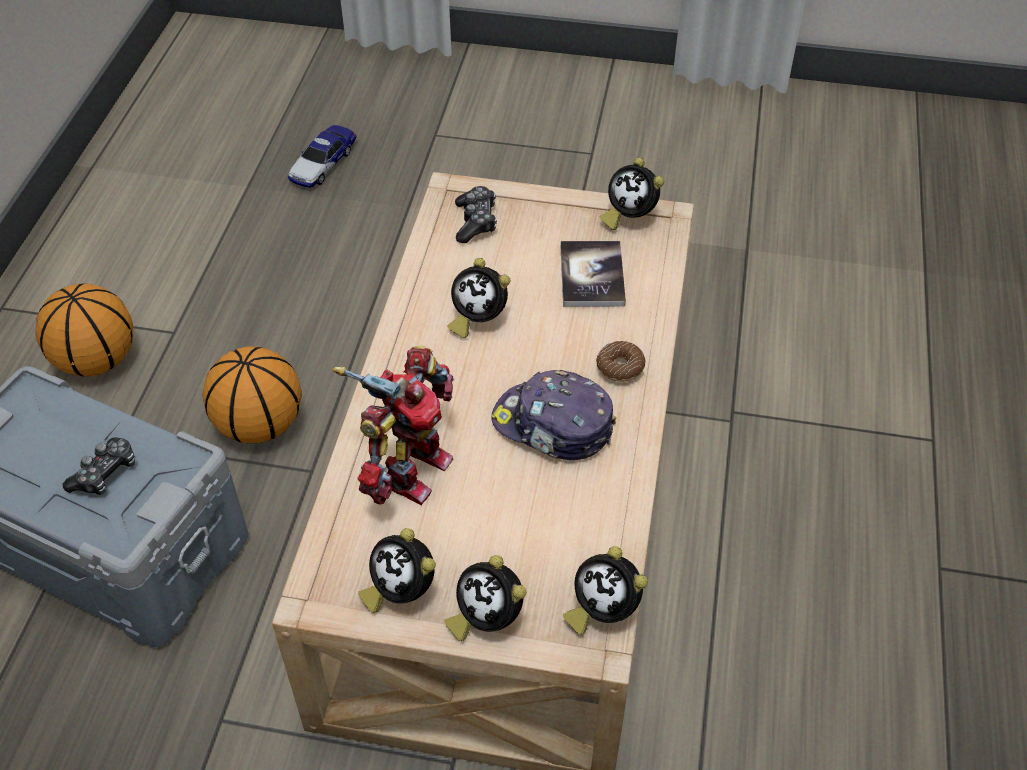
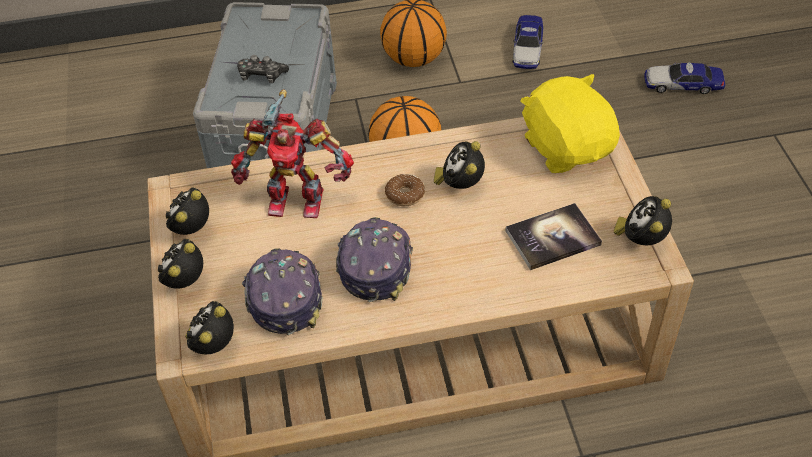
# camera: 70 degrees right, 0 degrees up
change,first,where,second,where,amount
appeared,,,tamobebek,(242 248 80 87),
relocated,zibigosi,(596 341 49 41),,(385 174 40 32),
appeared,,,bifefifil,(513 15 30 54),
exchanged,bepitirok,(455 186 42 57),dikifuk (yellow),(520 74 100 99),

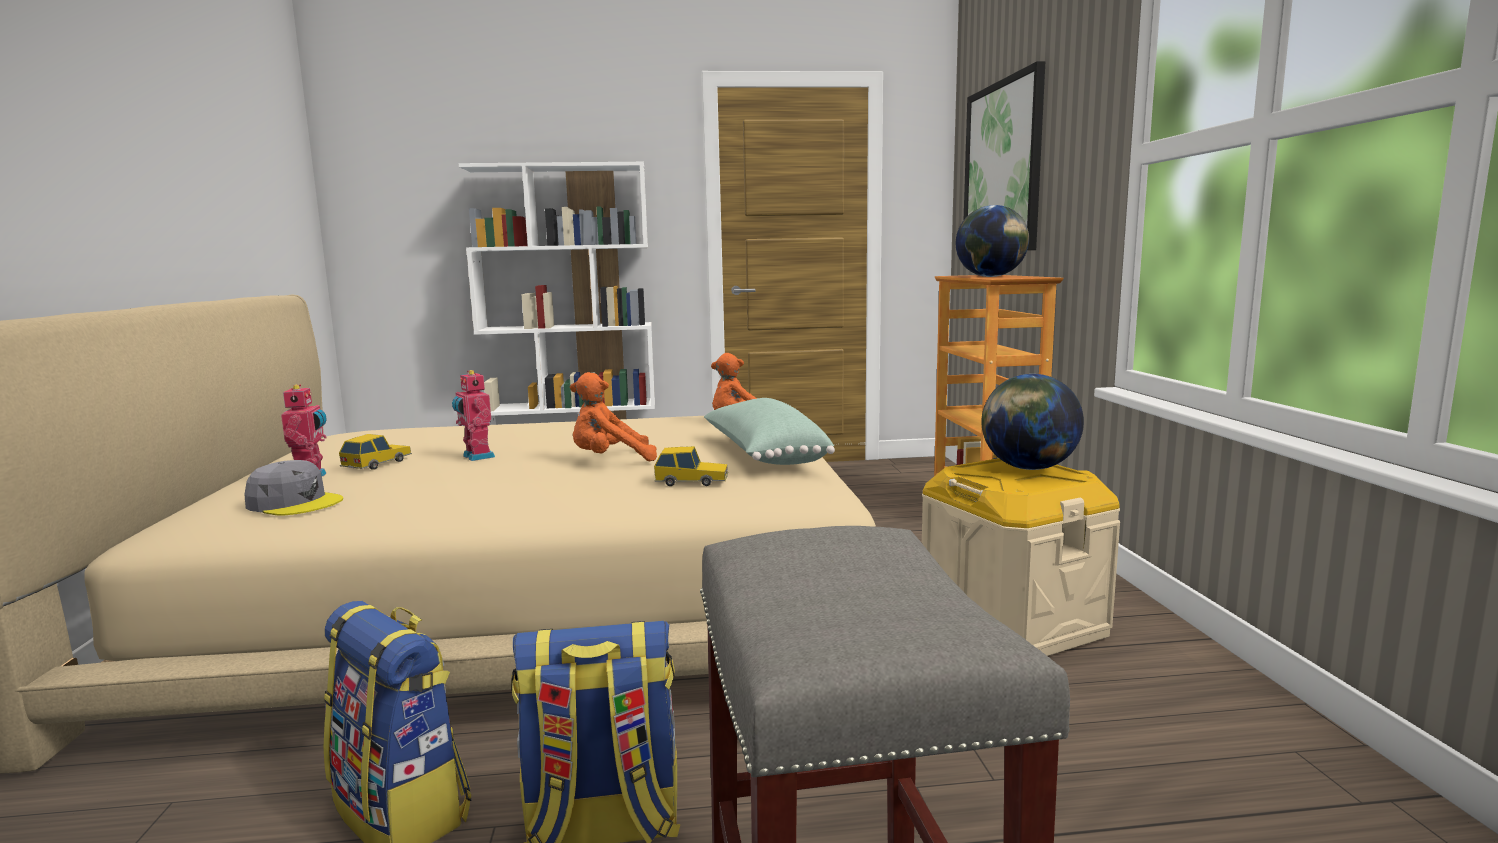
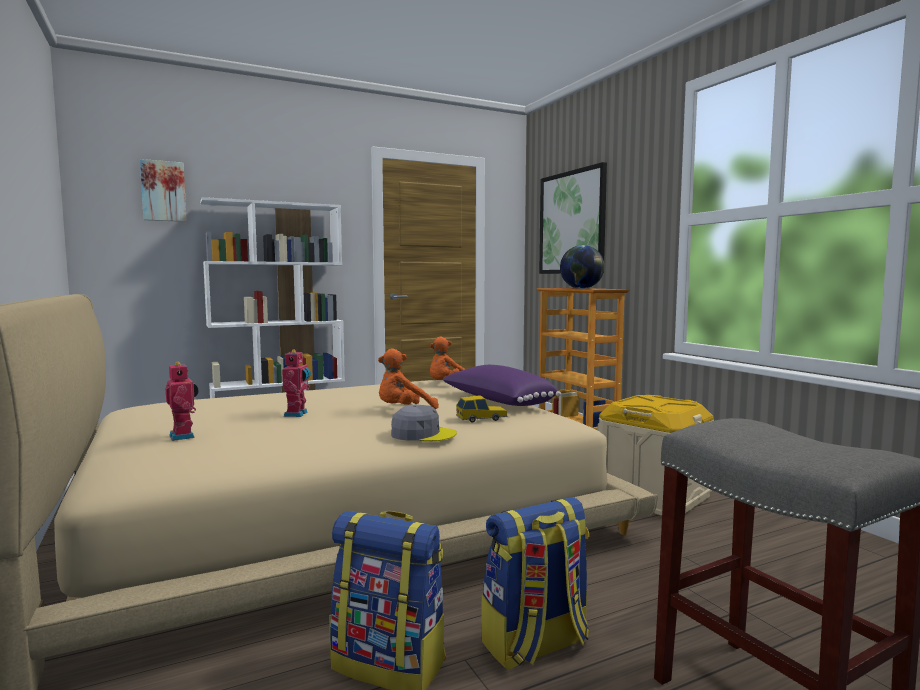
# camera: 20 degrees left, 5 degrees down
change,first,where,second,where,amount
appeared,,,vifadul,(140 159 47 63),
spun,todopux,(452 370 43 91),,(282 350 29 67),120 degrees counterclockwise
relocated,tamobebek (grey),(244 460 99 56),,(391 405 66 36),
colour,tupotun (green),(704 398 131 67),tupotun (purple),(442 365 119 41),
missing,bifefifil,(339 434 73 36),,,
missing,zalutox,(981 374 103 96),,,

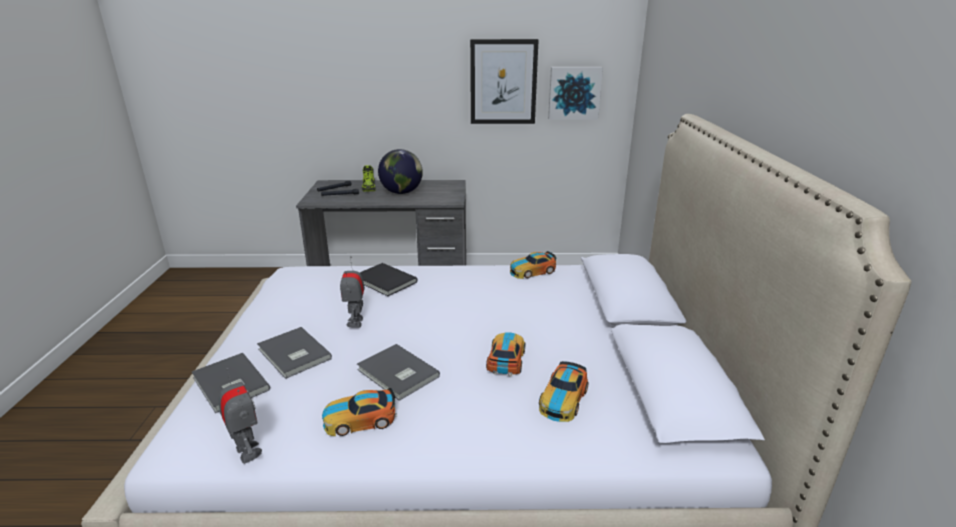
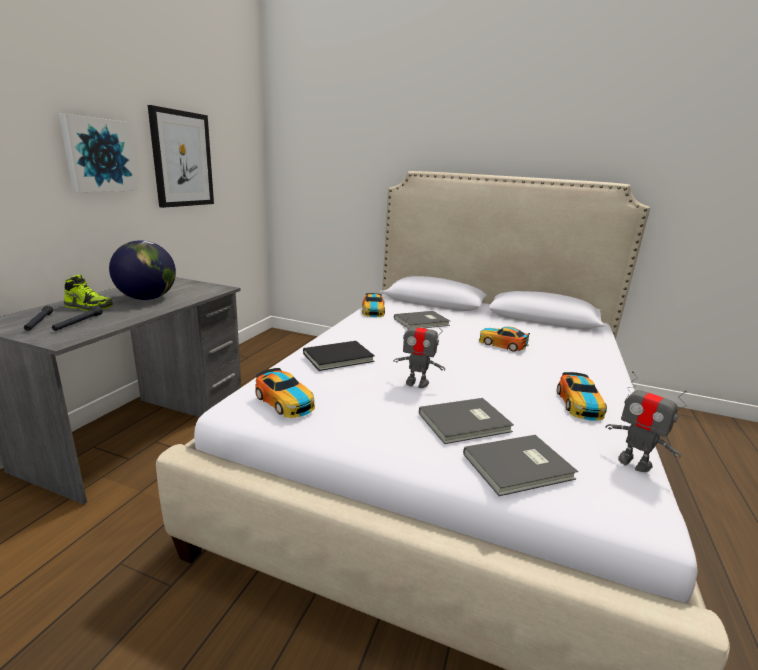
# camera: 70 degrees left, 5 degrees down
change,first,where,second,where,amount
relocated,vifadul,(548 67 55 53),,(59 114 79 78),
relocated,bifefifil,(539 361 50 61),,(255 368 60 50),
relocated,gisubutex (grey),(357 344 83 57),,(394 311 56 17),
spun,todopux,(219 368 43 96),,(605 371 82 101),120 degrees counterclockwise

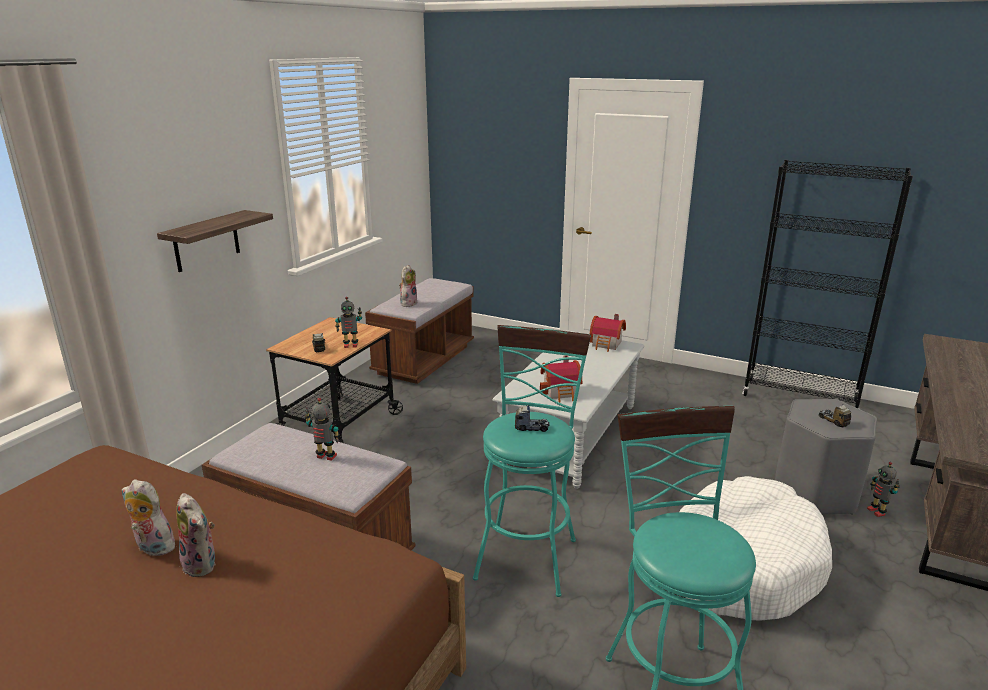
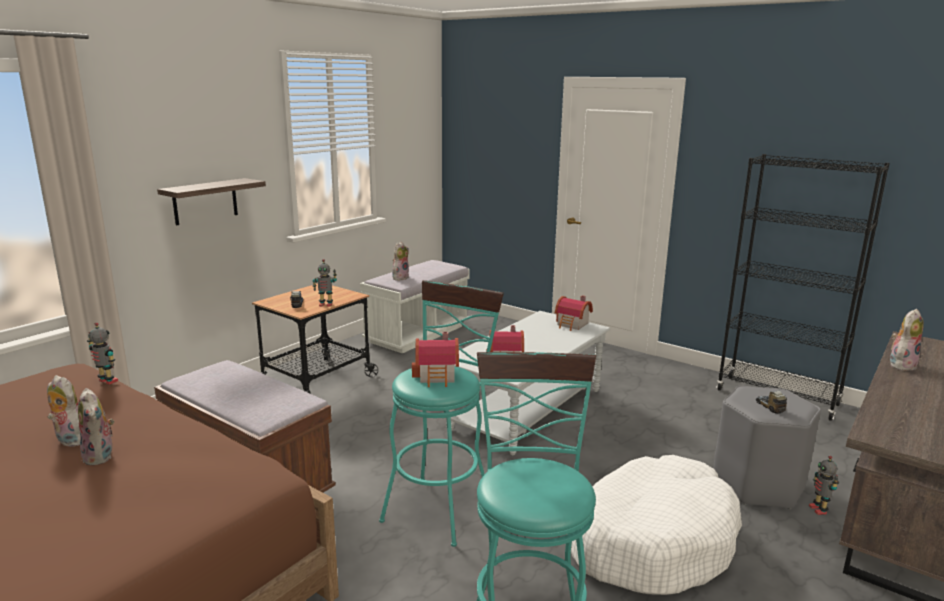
# camera: 10 degrees right, 5 degrees down
change,first,where,second,where,amount
relocated,todopux,(305 398 35 63),,(87 322 31 62),
colour,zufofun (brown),(365 278 109 106),zufofun (white),(360 260 110 93),
exchanged,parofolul,(515 405 35 27),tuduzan,(412 332 47 55),
appeared,,,dikifuk,(890 309 34 62),

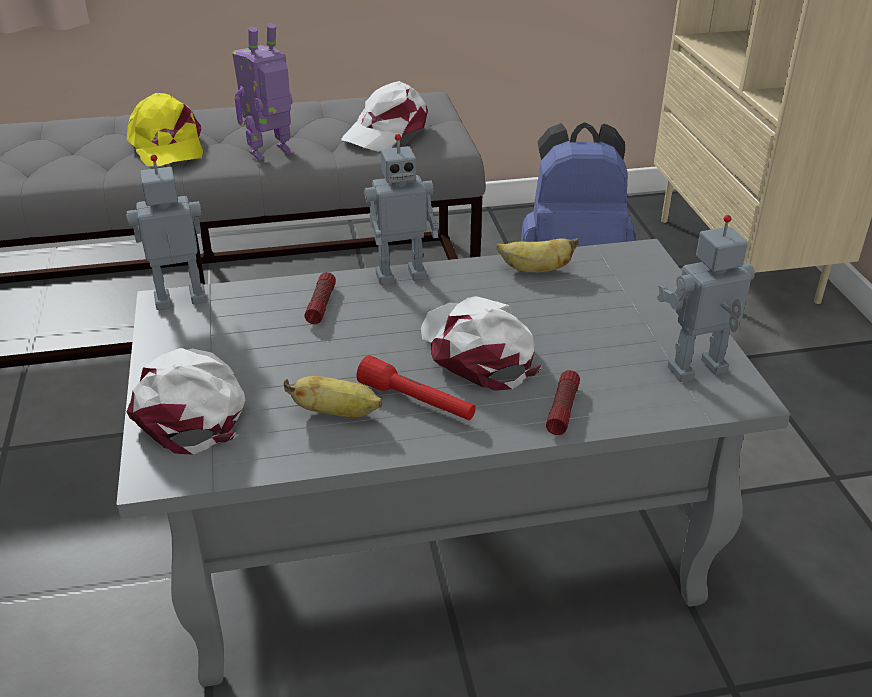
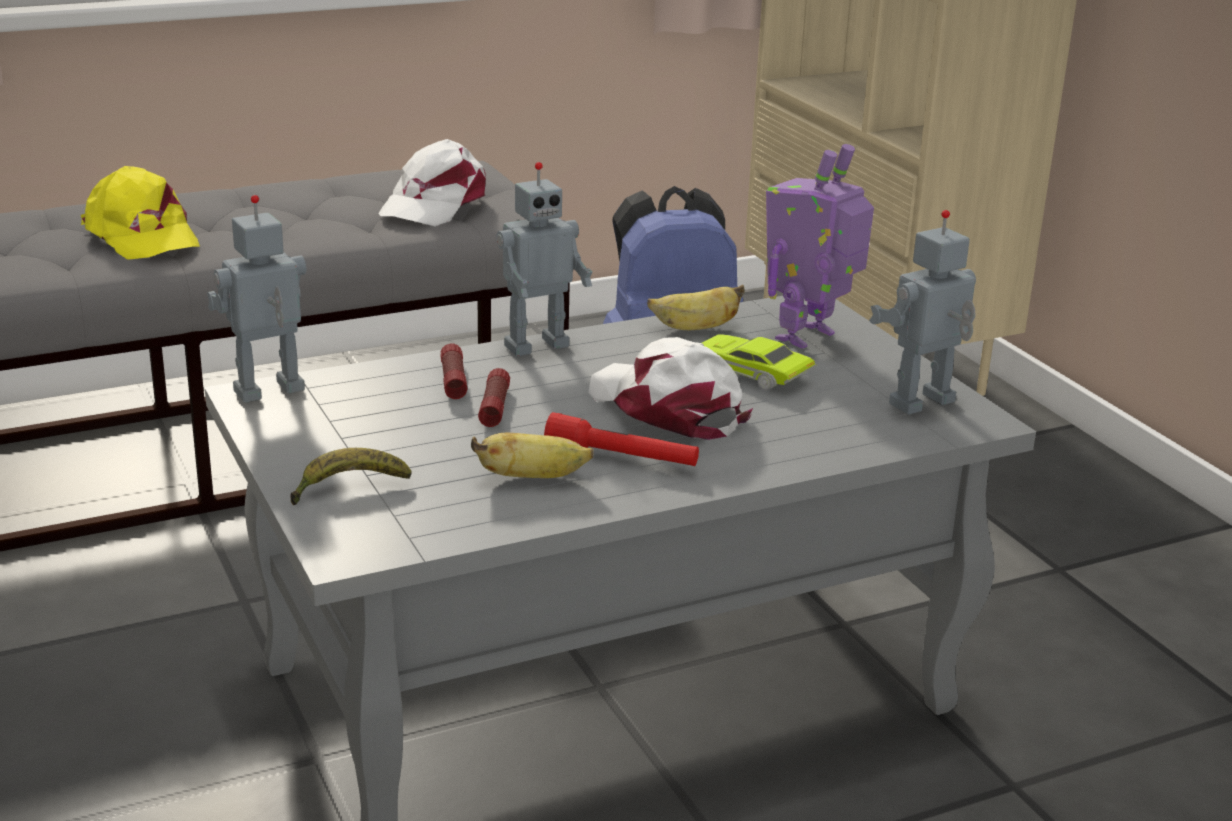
# camera: 15 degrees left, 10 degrees down
change,first,where,second,where,amount
exchanged,tamobebek (white),(127 348 118 107),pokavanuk,(291 448 121 57),
relocated,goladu,(546 370 34 65),,(478 368 32 59),
appeared,,,bifefifil (green),(702 334 114 56),
relocated,todopux,(232 23 61 138),,(766 144 108 205),

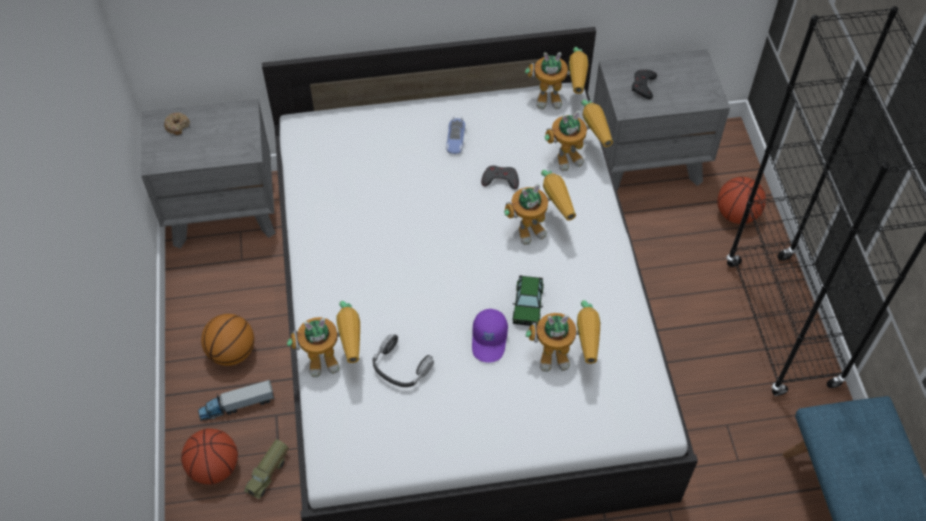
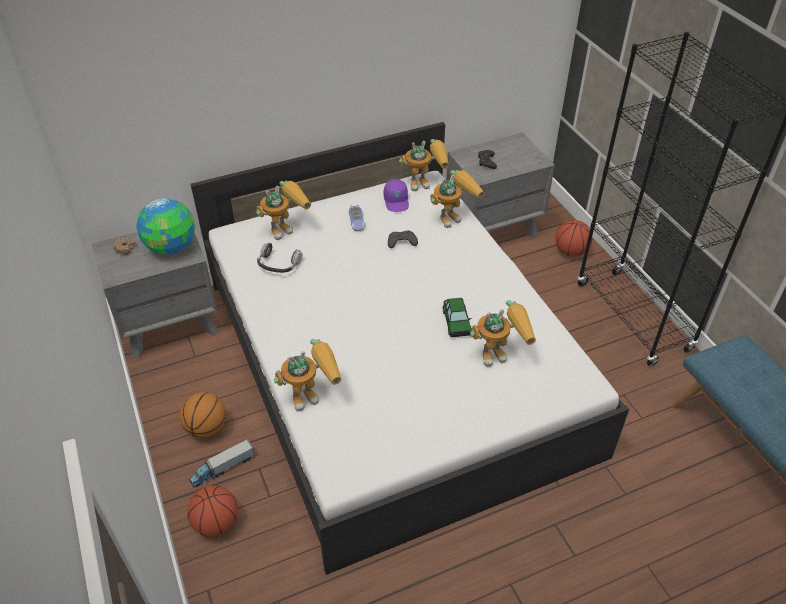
# camera: 15 degrees left, 10 degrees down
change,first,where,second,where,amount
appeared,,,zalutox,(136 198 59 57),
relocated,todopux,(504 170 72 75),,(256 180 55 60),
relocated,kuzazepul,(372 334 62 53),,(257 243 45 30),
relocated,tamobebek (purple),(472 309 36 54),,(384 179 25 33),
missing,parofolul,(244 440 45 59),,,

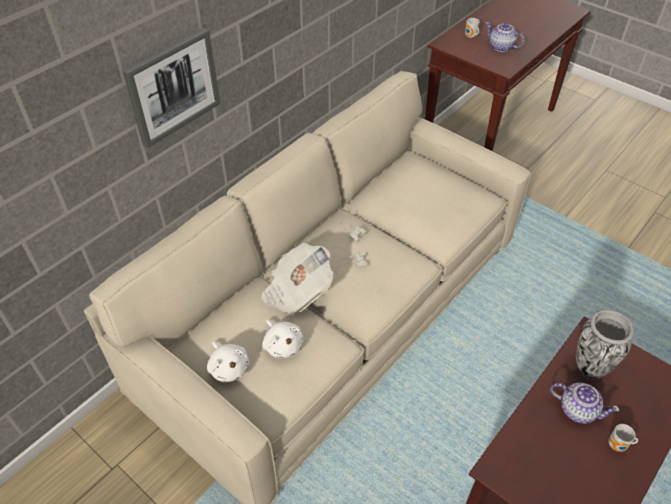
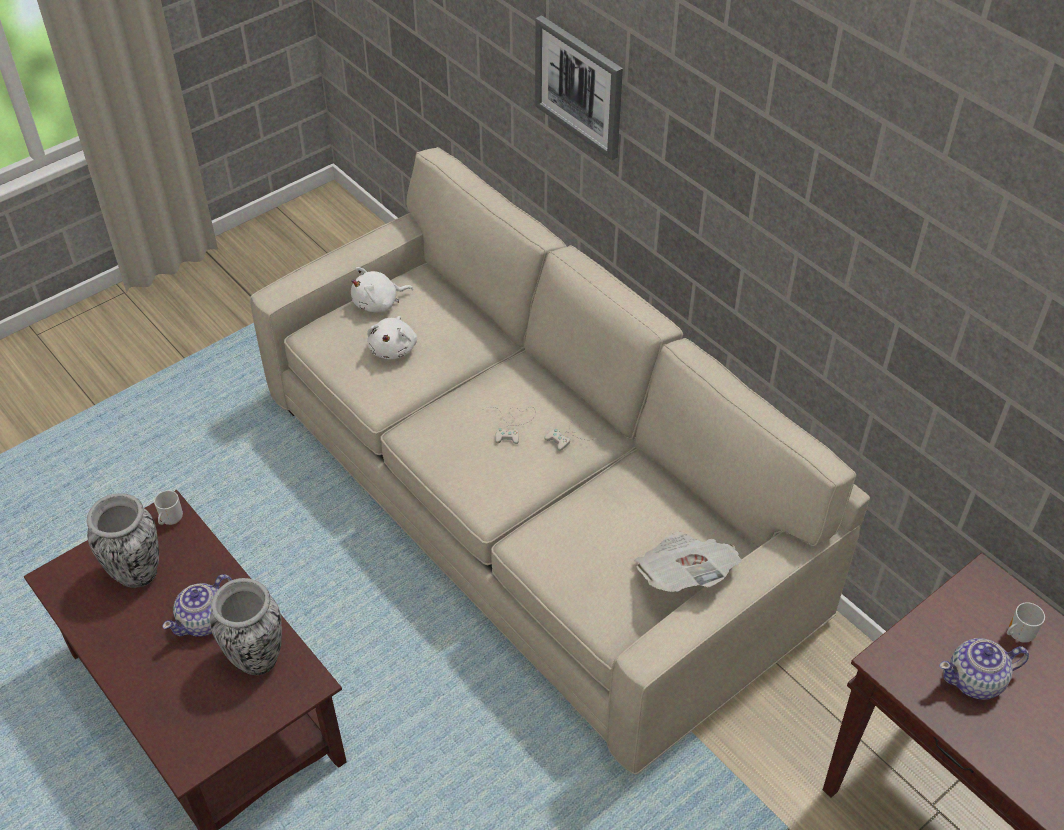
# camera: 100 degrees right, 0 degrees up
change,first,where,second,where,amount
appeared,,,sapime,(87 493 72 95),
relocated,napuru,(608 424 30 28),,(154 490 29 35),
spun,dikifuk (white),(262 319 42 40),,(367 316 50 43),60 degrees counterclockwise
relocated,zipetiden,(261 243 72 74),,(634 531 108 61),
spun,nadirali,(486 22 38 30),,(939 638 90 62),150 degrees counterclockwise

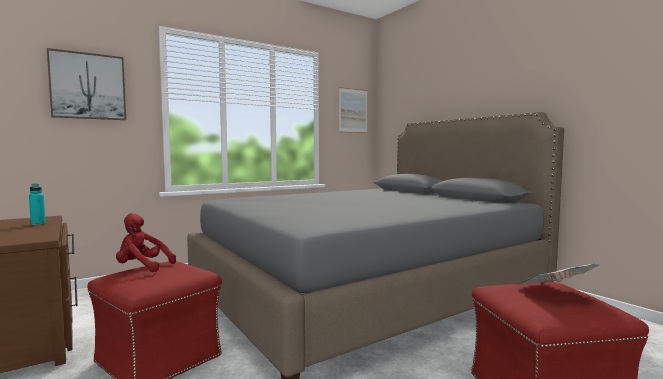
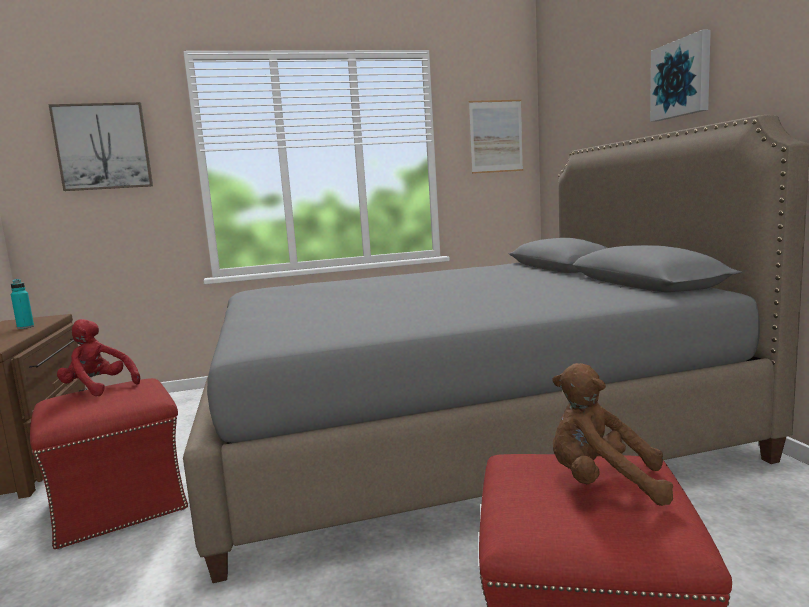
# camera: 20 degrees right, 5 degrees up
change,first,where,second,where,amount
exchanged,zipetiden,(515 263 84 22),dikifuk (brown),(552 363 121 143),
appeared,,,vifadul,(650 30 61 92),

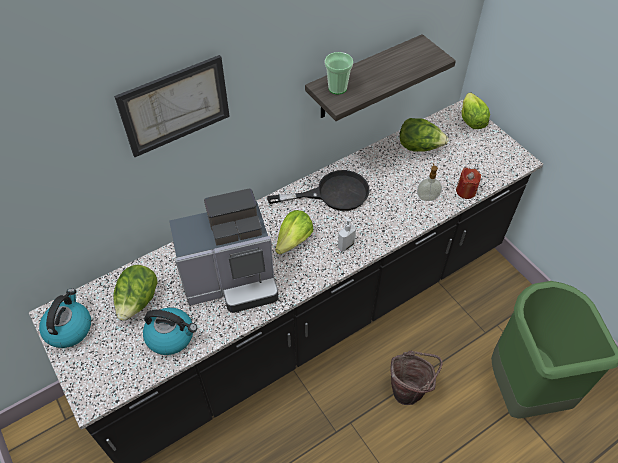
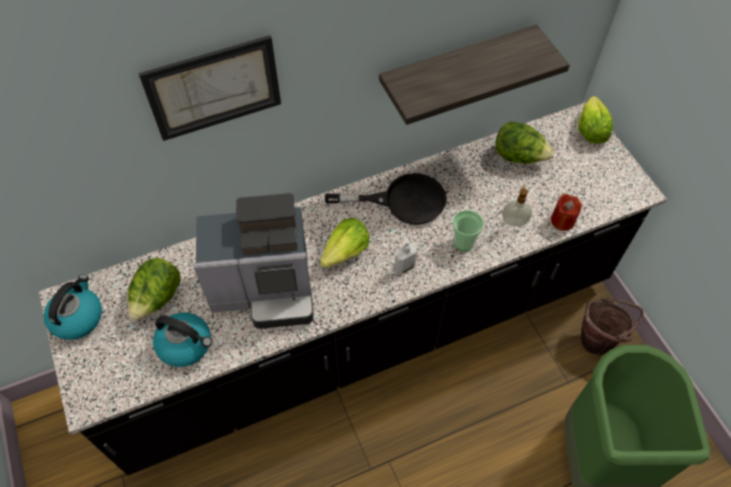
# camera: 10 degrees right, 5 degrees up
change,first,where,second,where,amount
relocated,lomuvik,(325 52 28 43),,(453 210 31 41),
relocated,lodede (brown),(390 351 53 54),,(581 297 63 58),

